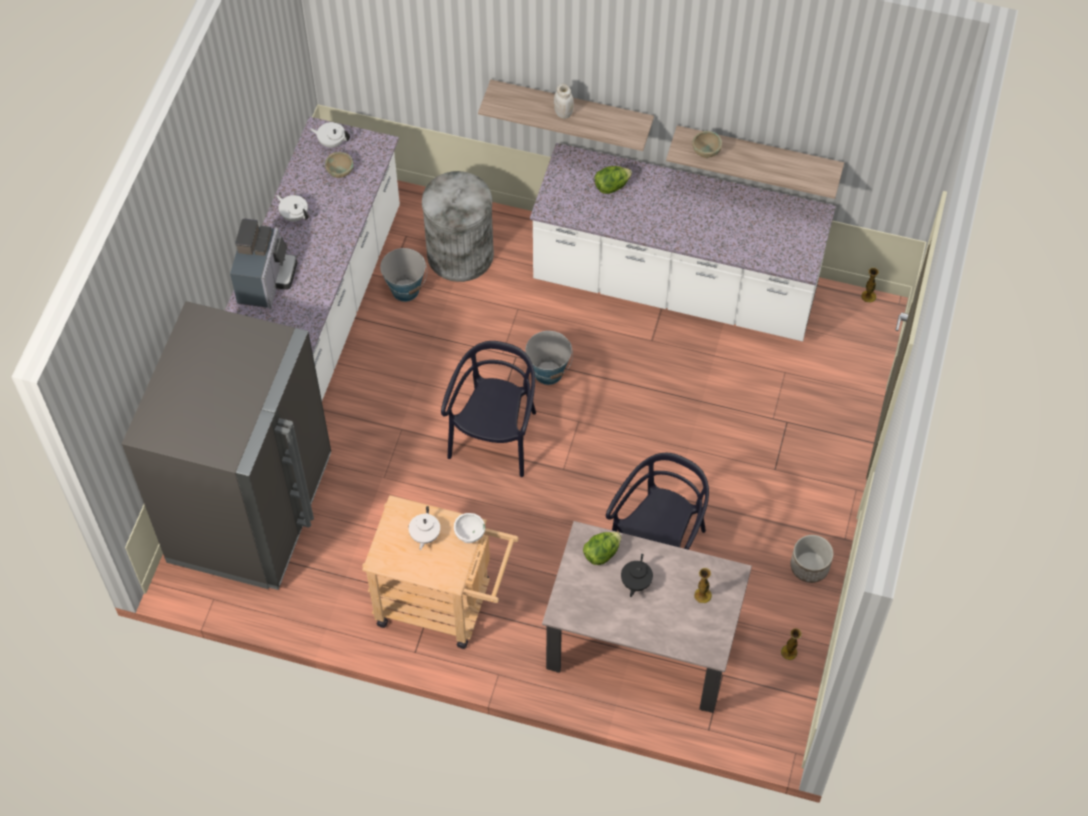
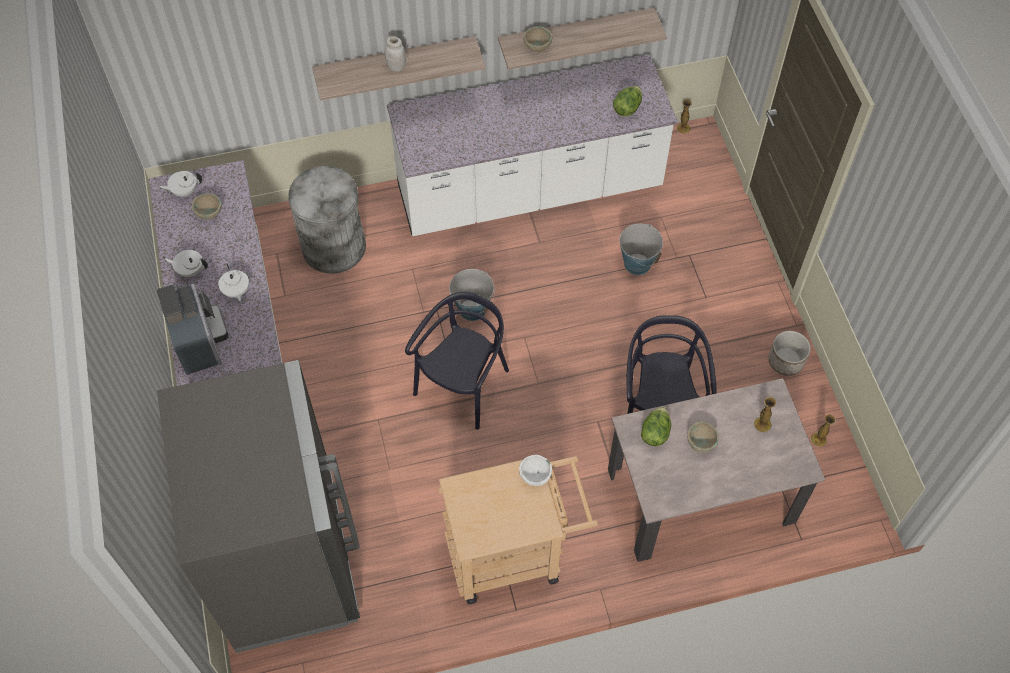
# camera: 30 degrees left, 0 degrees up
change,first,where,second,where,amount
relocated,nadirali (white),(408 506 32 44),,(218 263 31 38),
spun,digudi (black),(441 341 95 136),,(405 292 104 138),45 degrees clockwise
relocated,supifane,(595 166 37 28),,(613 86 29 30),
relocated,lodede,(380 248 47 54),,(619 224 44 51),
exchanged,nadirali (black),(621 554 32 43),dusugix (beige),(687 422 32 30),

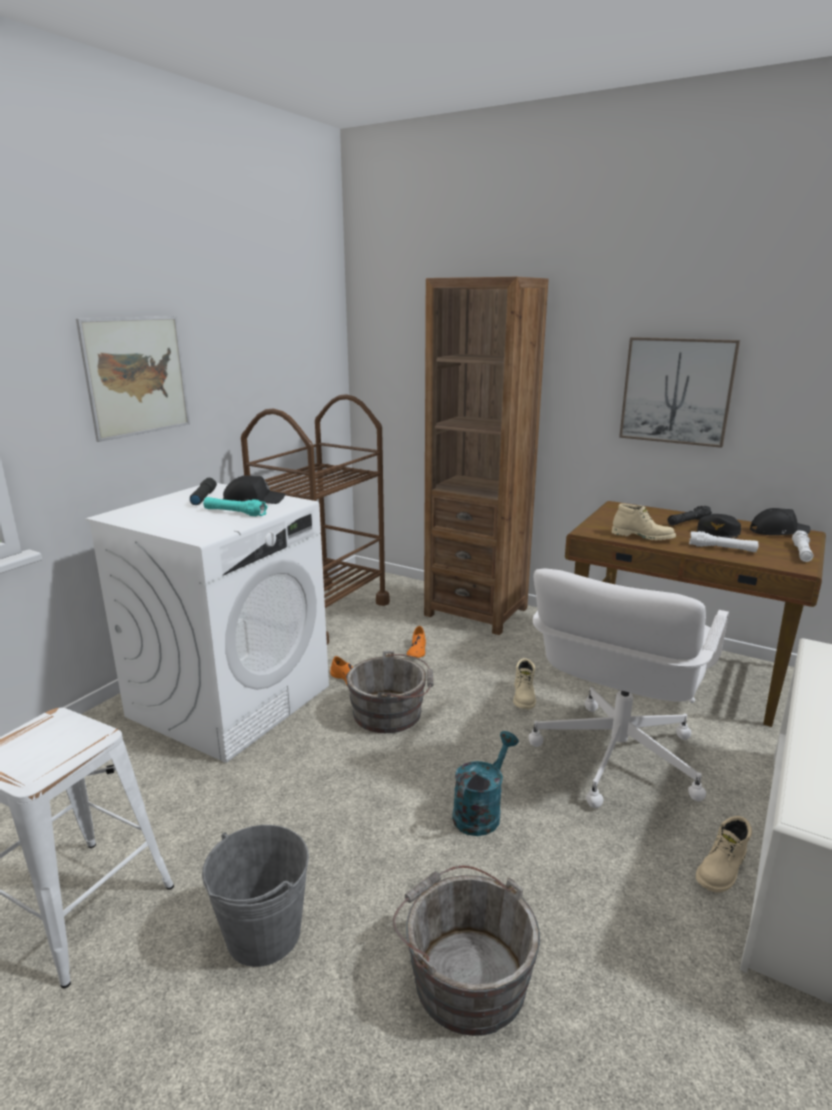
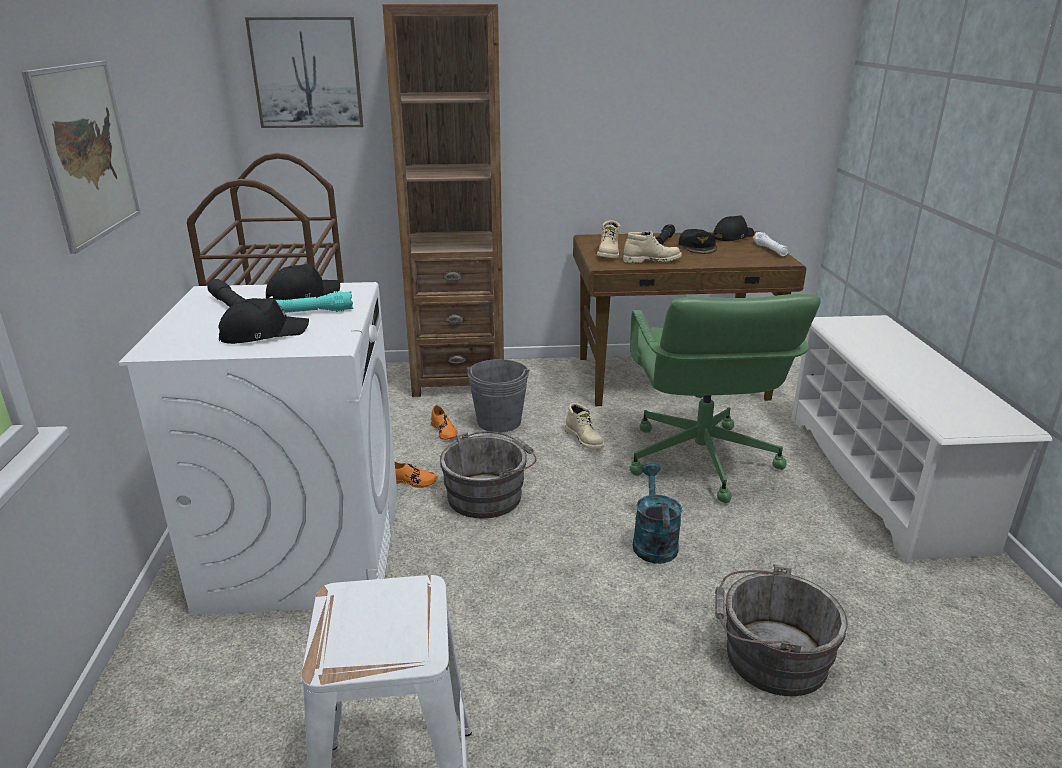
# camera: 35 degrees left, 5 degrees up
change,first,where,second,where,amount
appeared,,,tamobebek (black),(218 298 91 46),
relocated,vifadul,(619 337 121 111),,(245 17 118 111),
relocated,lodede (grey),(202 825 107 142),,(467 359 63 74),
relocated,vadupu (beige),(695 816 57 77),,(597 221 23 37),
colour,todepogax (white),(529 569 200 239),todepogax (green),(630 294 191 209),
missing,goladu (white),(689 531 70 21),,,

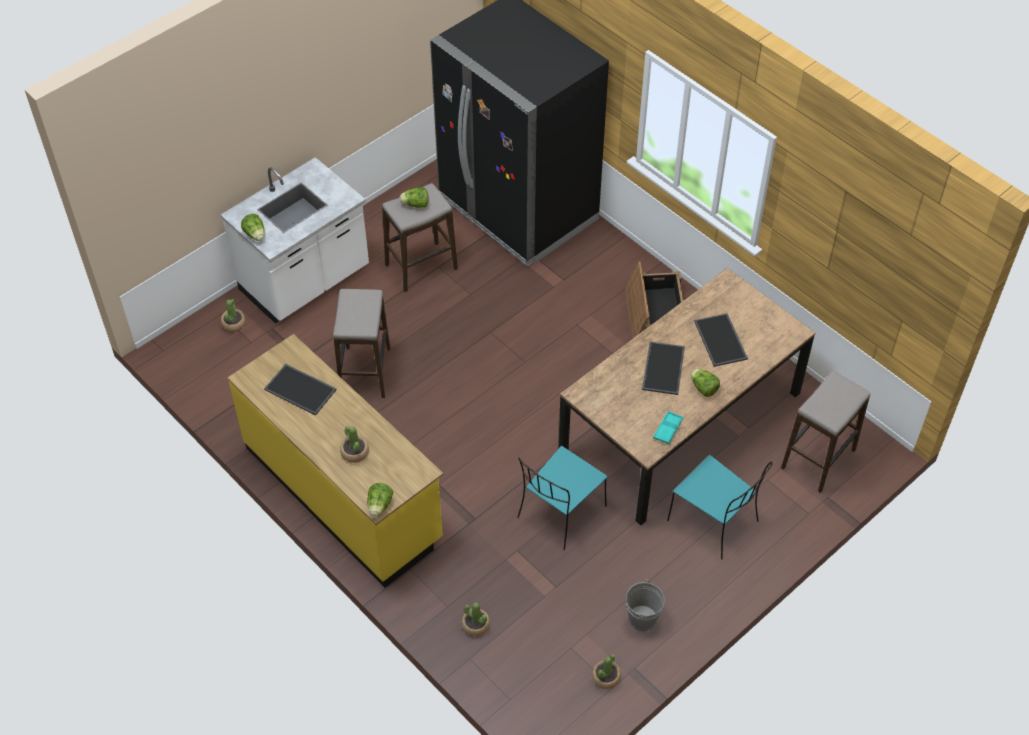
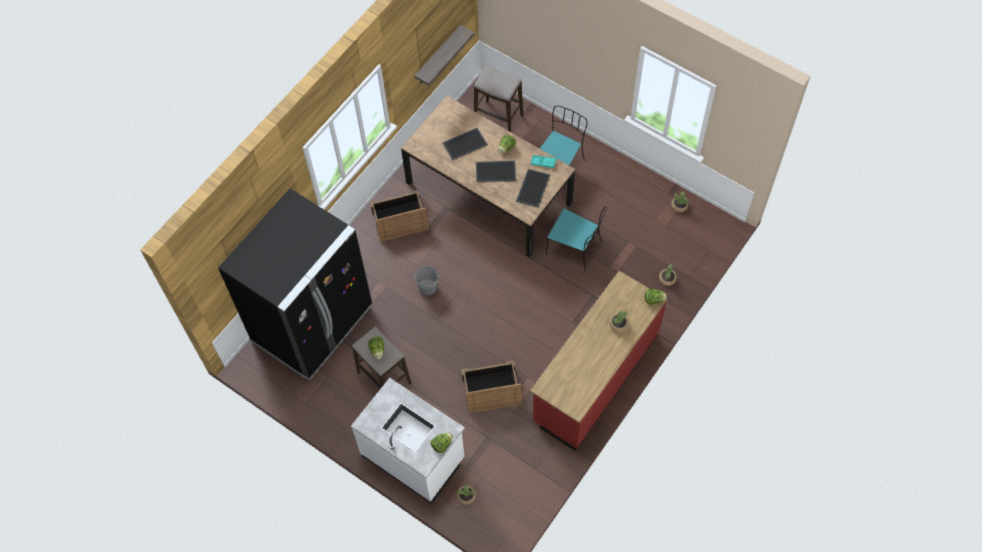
# camera: 100 degrees left, 10 degrees up
change,first,where,second,where,amount
relocated,lodede (grey),(626 579 38 52),,(413 266 27 29),
appeared,,,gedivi,(415 25 60 61),
exchanged,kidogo,(333 289 57 109),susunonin,(461 361 62 52),
relocated,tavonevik,(264 364 73 51),,(516 169 34 39),
colour,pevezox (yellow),(227 334 216 254),pevezox (red),(530 271 137 180),

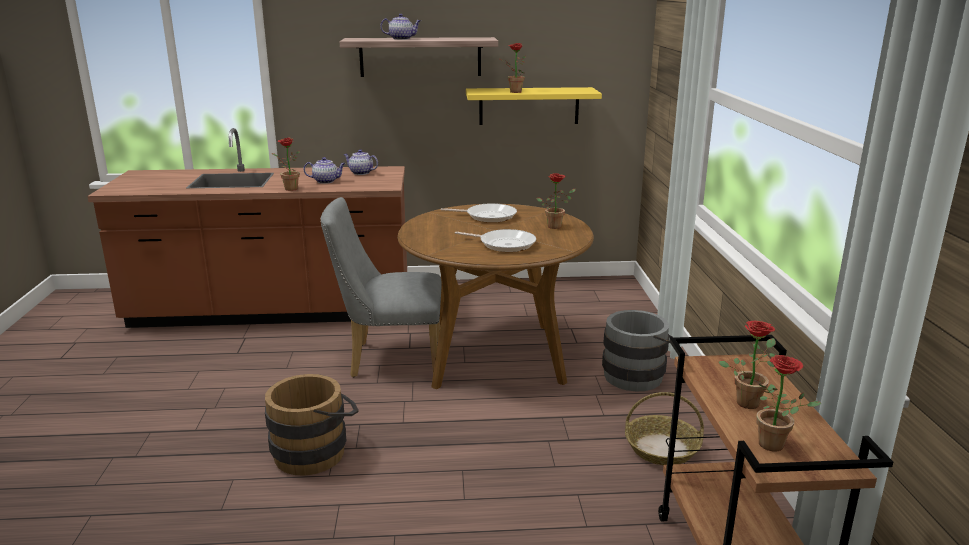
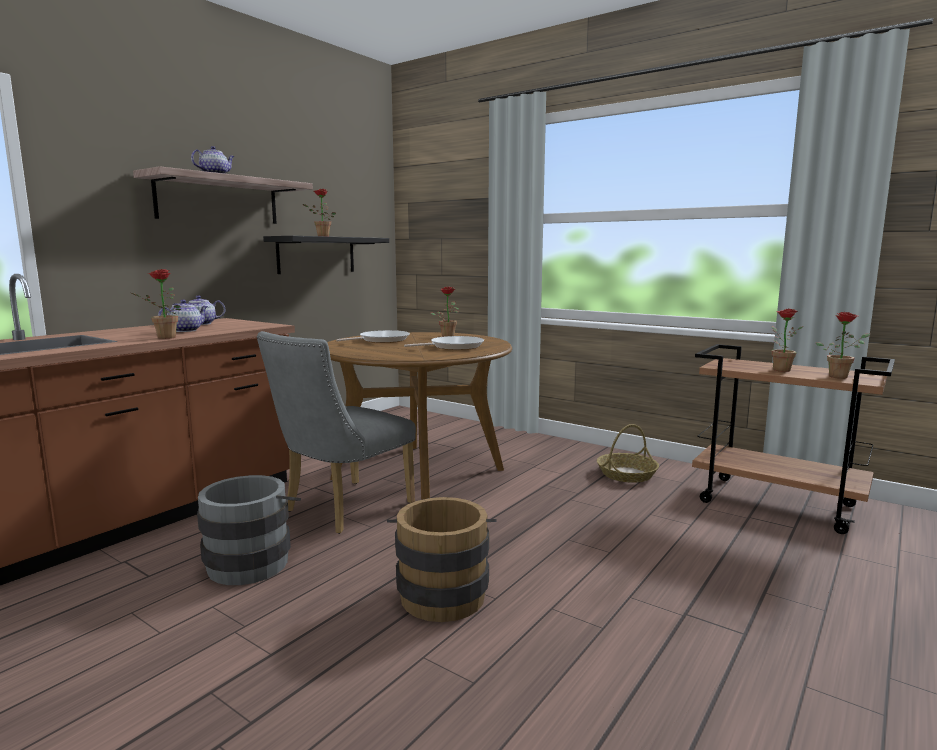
# camera: 50 degrees left, 10 degrees down
change,first,where,second,where,amount
relocated,lodede (grey),(602 310 72 82),,(197 475 104 110),
colour,gedivi (yellow),(466 87 136 38),gedivi (black),(263 236 126 38),

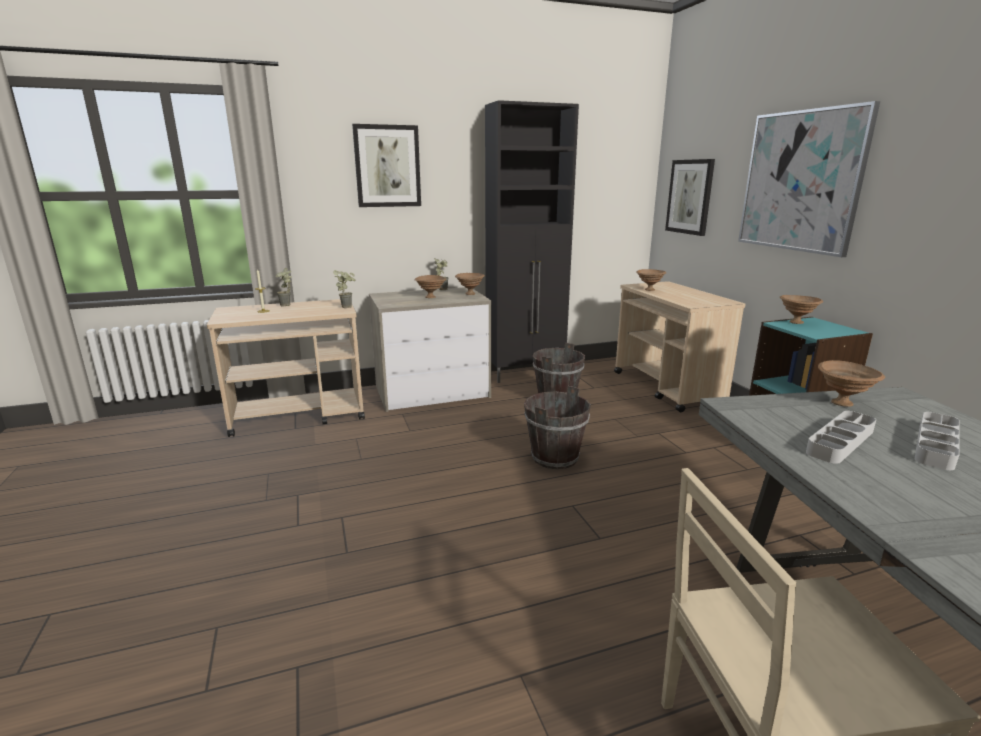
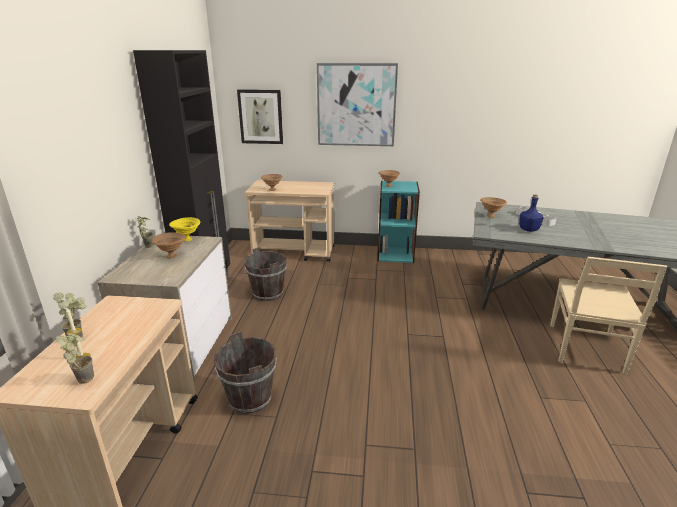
# camera: 65 degrees left, 5 degrees up
change,first,where,second,where,amount
relocated,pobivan,(333 270 22 38),,(56 329 38 55),
colour,dusugix (brown),(455 273 30 22),dusugix (yellow),(169 217 31 24),
relocated,lodede (brown),(524 386 67 83),,(214 332 62 82),
exchanged,tavonevik (grey),(806 411 70 53),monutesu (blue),(519 194 25 38),
missing,vifadul,(352 124 69 83),,,

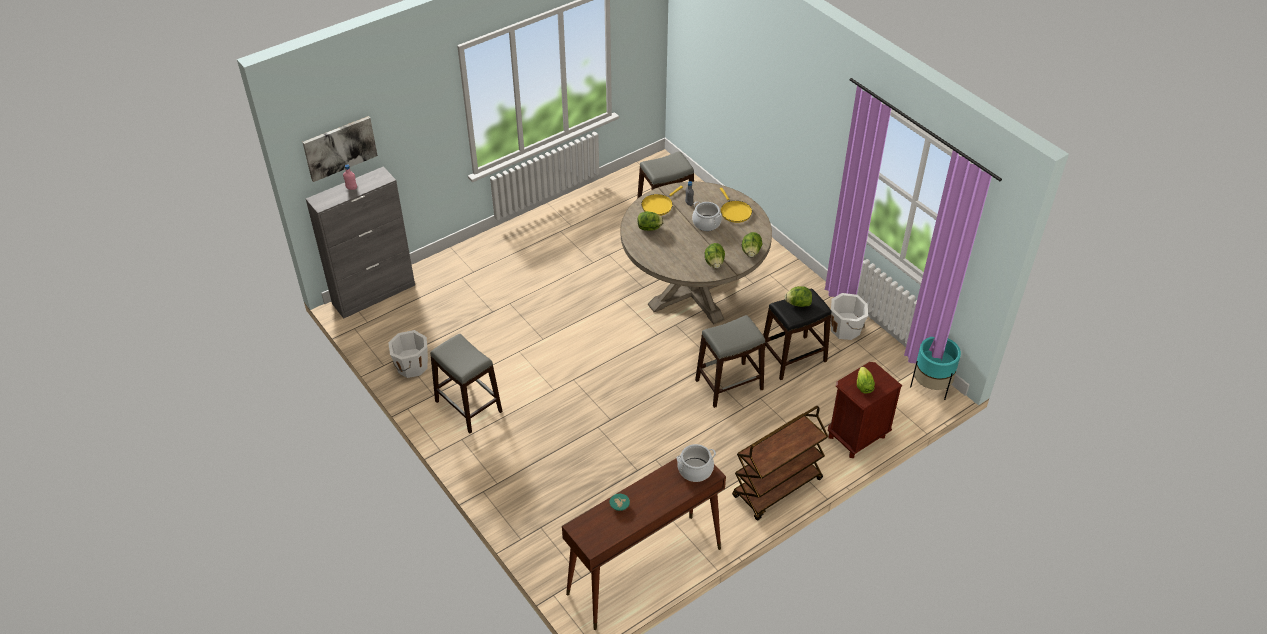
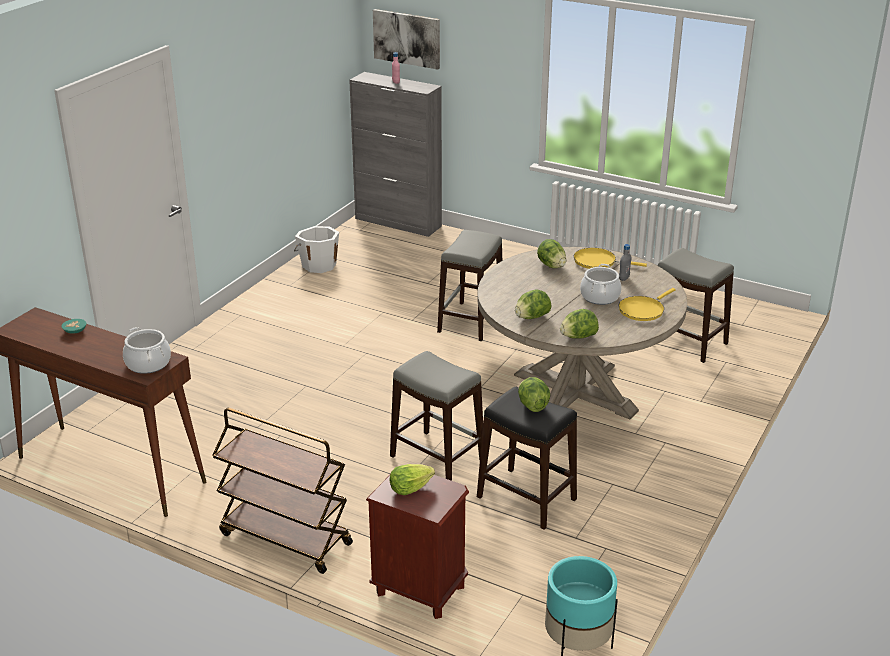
# camera: 65 degrees right, 15 degrees down
change,first,where,second,where,amount
relocated,kidogo (grey),(430 334 73 99),,(437 230 65 111),
missing,lodede (white),(831 293 37 47),,,

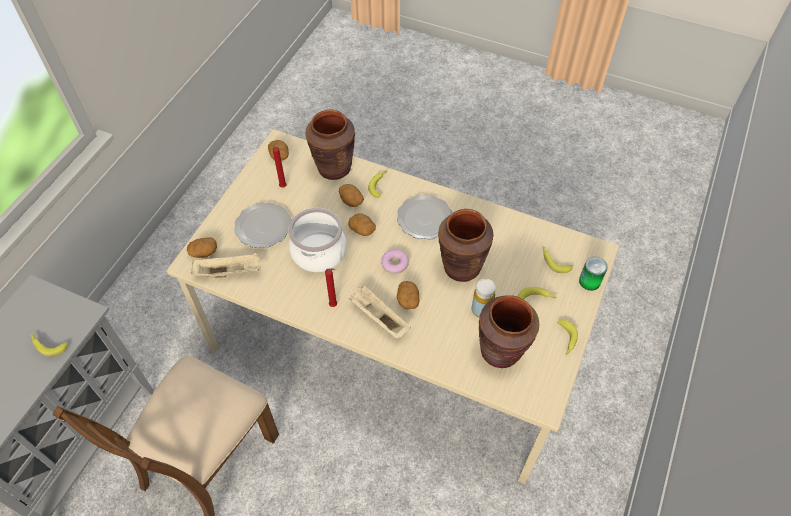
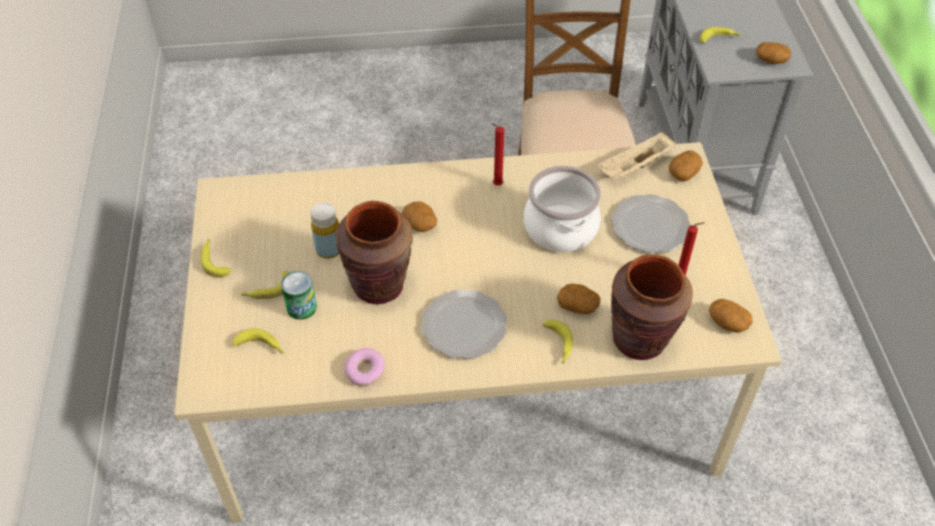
# camera: 150 degrees right, 5 degrees down
change,first,where,second,where,amount
relocated,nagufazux,(579 257 29 34),,(281 271 36 49),
relocated,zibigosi,(381 250 28 24),,(344 348 41 39),
relocated,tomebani,(348 213 28 23),,(756 42 35 22),
missing,tavonevik (beige),(349 284 62 55),,,
missing,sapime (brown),(479 295 60 73),,,

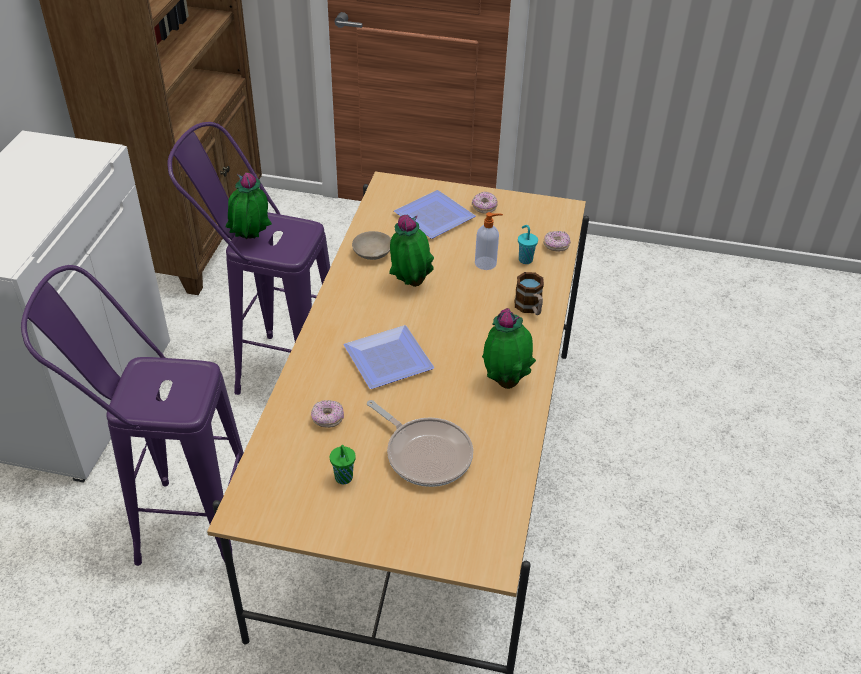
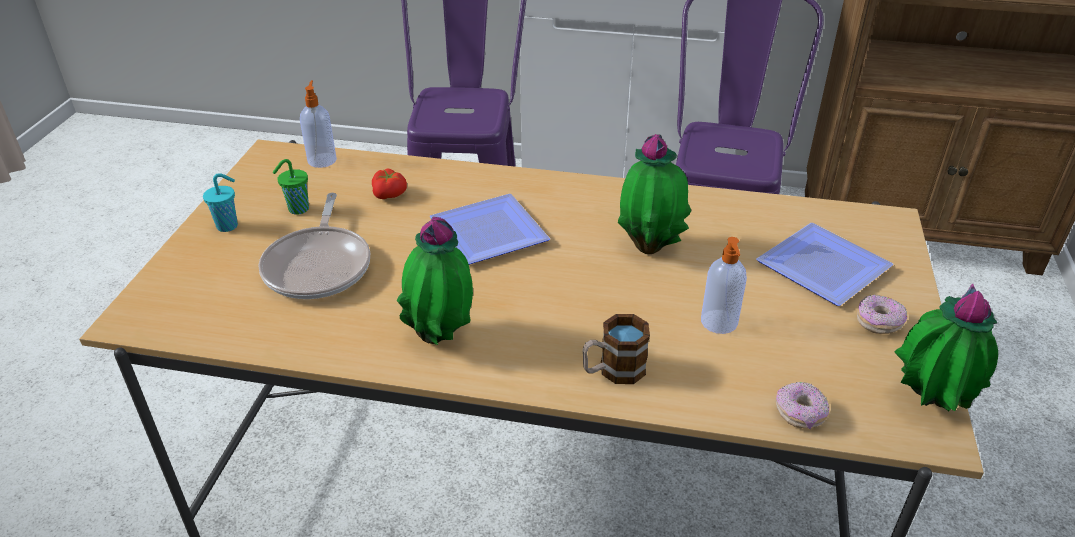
# camera: 90 degrees right, 5 degrees down
change,first,where,second,where,amount
relocated,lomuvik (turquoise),(518 225 20 39),,(203 173 35 59),
spun,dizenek,(367 400 106 87),,(258 193 112 106),45 degrees counterclockwise
appeared,,,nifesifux,(300 80 37 88),
exchanged,zibigosi,(311 400 33 28),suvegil,(372 169 35 30),
relocated,pobivan,(226 173 46 66),,(894 284 104 127),
missing,dusugix (beige),(352 231 39 29),,,

